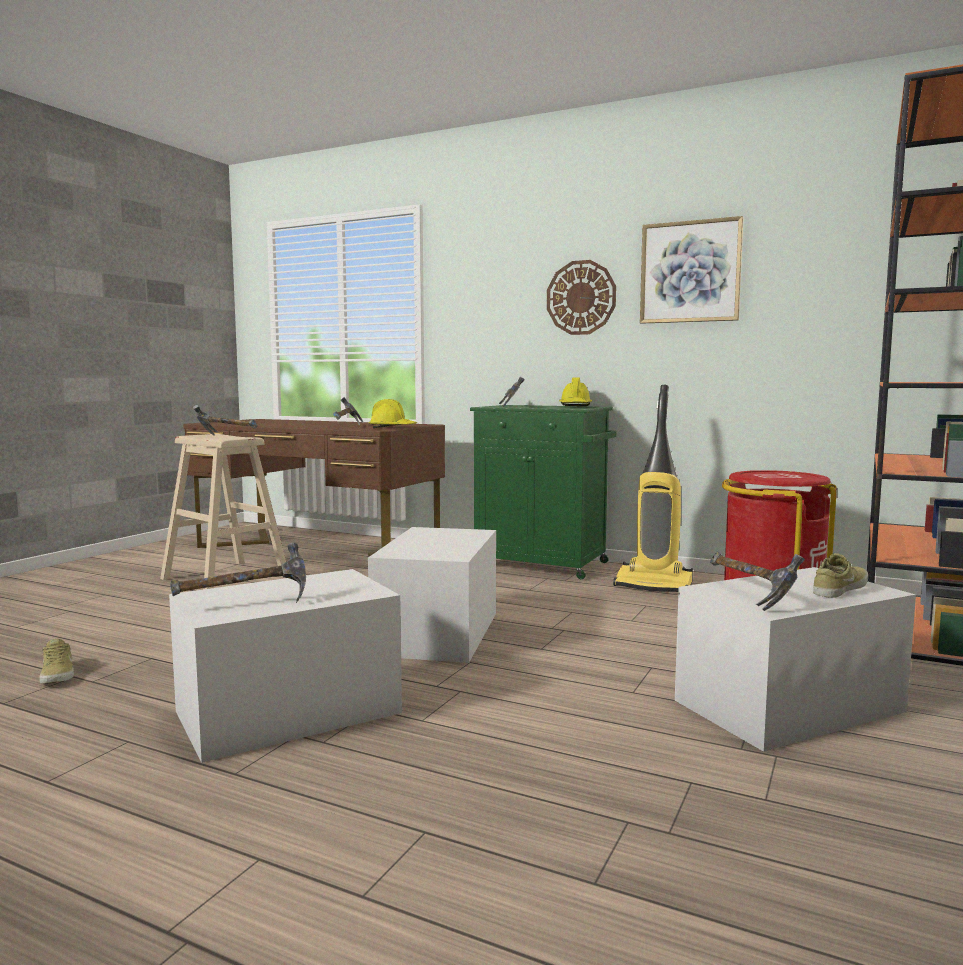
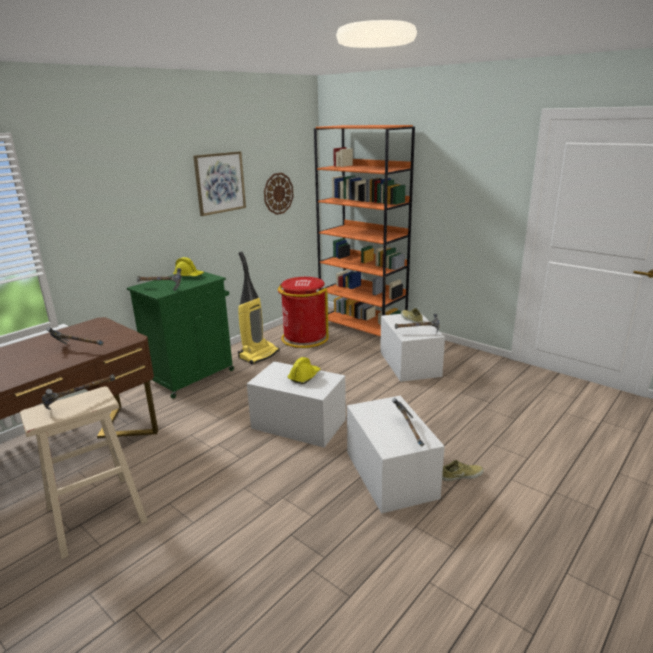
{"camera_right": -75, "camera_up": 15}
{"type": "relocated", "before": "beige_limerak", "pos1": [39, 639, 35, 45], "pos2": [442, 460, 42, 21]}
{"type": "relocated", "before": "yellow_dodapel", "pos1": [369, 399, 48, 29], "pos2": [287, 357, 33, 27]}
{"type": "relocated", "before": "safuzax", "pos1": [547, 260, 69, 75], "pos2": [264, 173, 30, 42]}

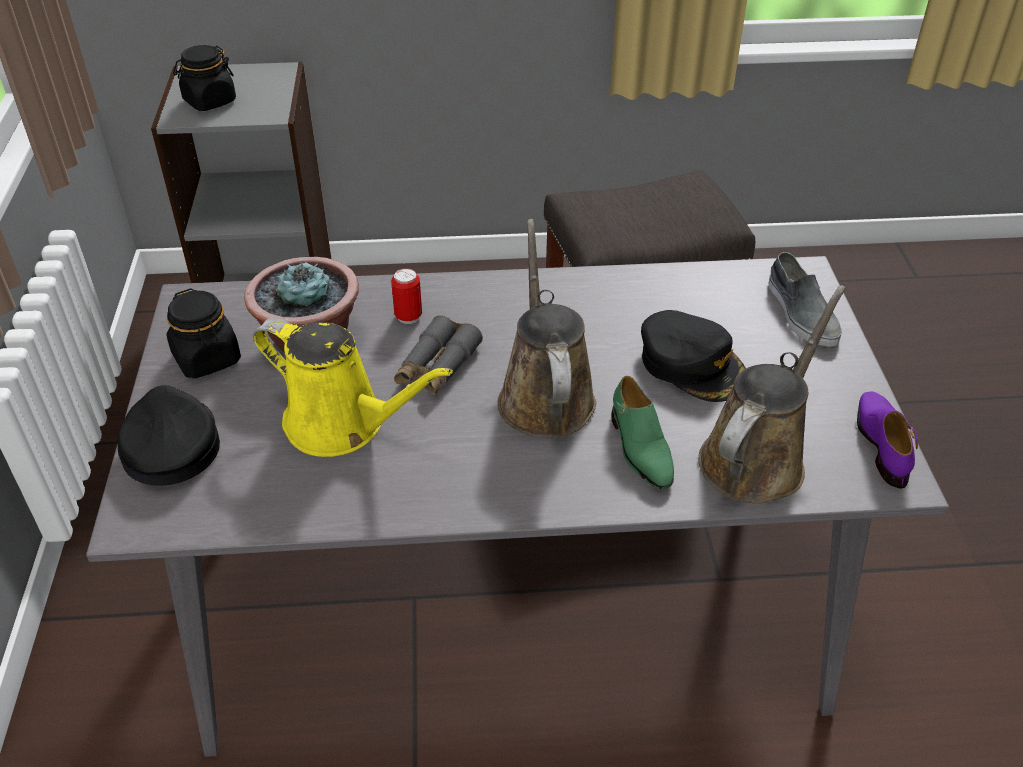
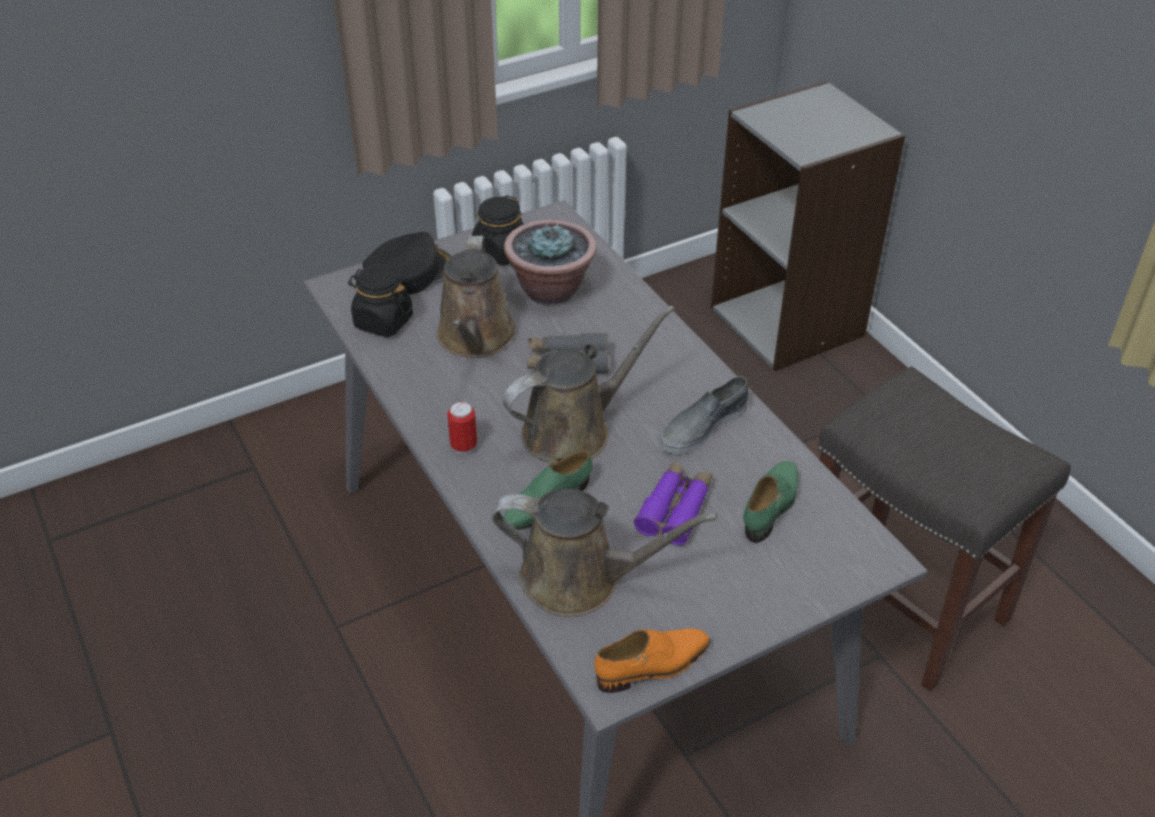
{"camera_right": 65, "camera_up": 0}
{"type": "appeared", "after": "green_limerak", "pos2": [743, 461, 55, 82]}
{"type": "relocated", "before": "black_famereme", "pos1": [173, 45, 63, 66], "pos2": [348, 264, 65, 73]}
{"type": "relocated", "before": "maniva", "pos1": [391, 268, 31, 56], "pos2": [447, 401, 30, 53]}
{"type": "relocated", "before": "grey_limerak", "pos1": [768, 252, 74, 95], "pos2": [661, 376, 88, 78]}
{"type": "exchanged", "before": "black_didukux", "after": "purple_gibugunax", "pos1": [641, 310, 105, 92], "pos2": [634, 461, 79, 84]}
{"type": "colour", "before": "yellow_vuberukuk", "after": "brown_vuberukuk", "pos1": [253, 318, 200, 139], "pos2": [436, 236, 81, 122]}
{"type": "colour", "before": "purple_limerak", "after": "orange_limerak", "pos1": [857, 391, 61, 97], "pos2": [594, 629, 116, 64]}

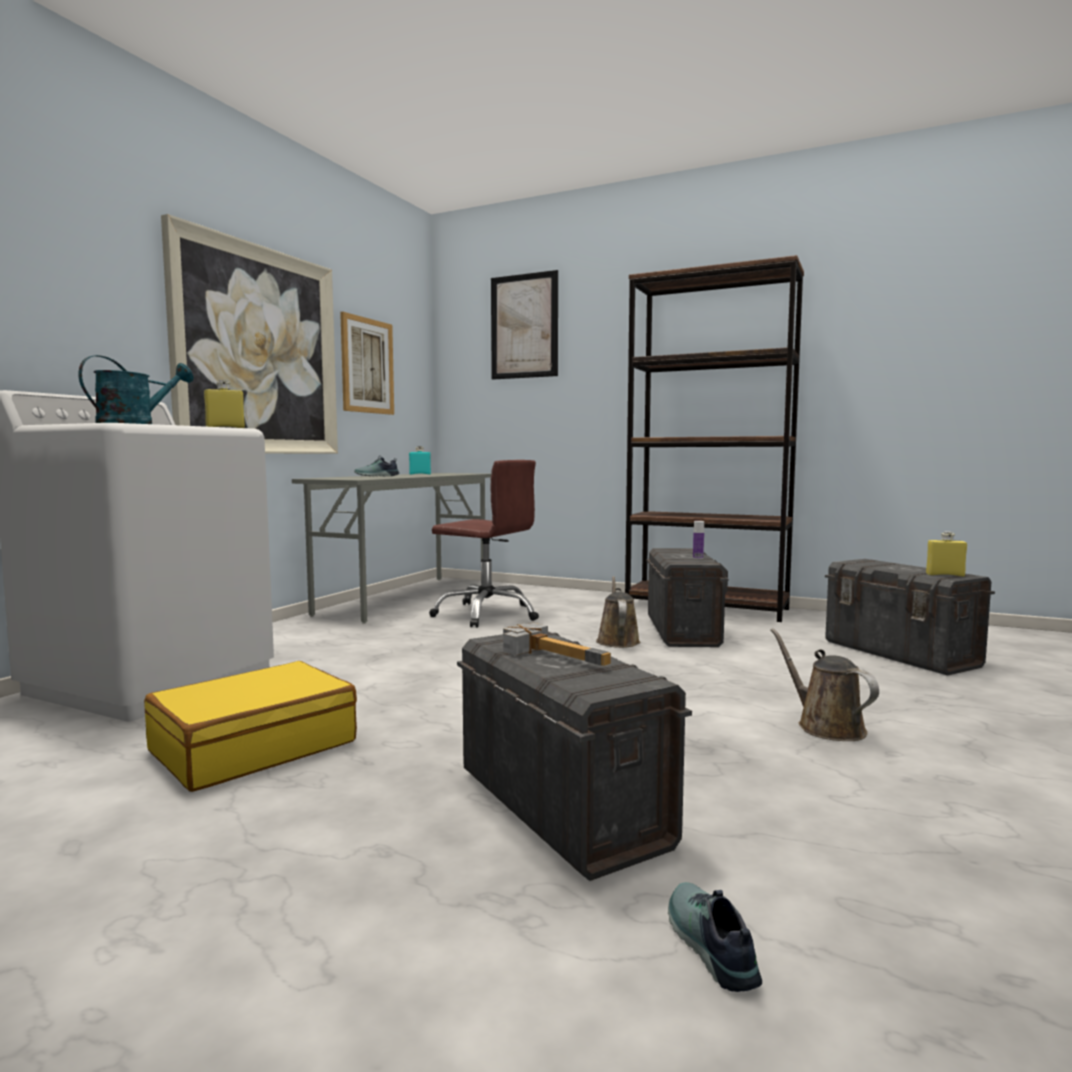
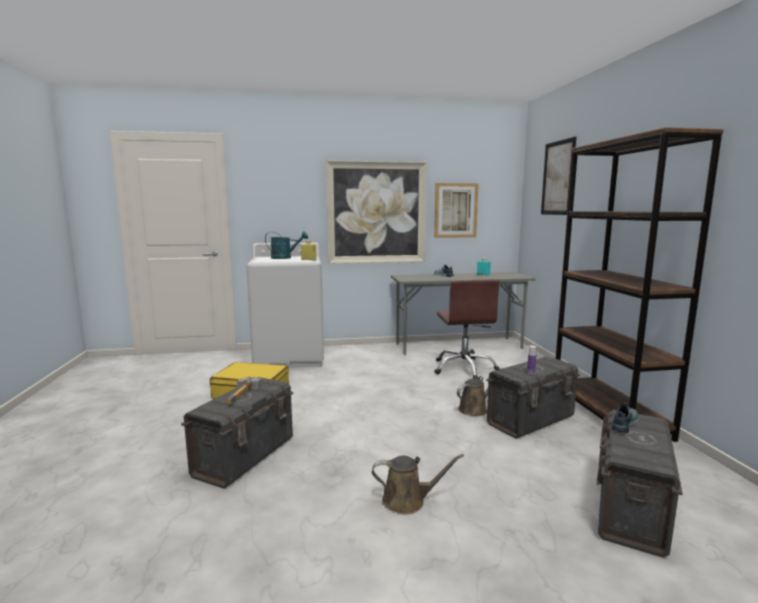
{"camera_right": 55, "camera_up": 5}
{"type": "missing", "before": "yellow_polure", "pos1": [926, 532, 41, 45]}
{"type": "relocated", "before": "limerak", "pos1": [668, 882, 94, 110], "pos2": [611, 403, 28, 30]}
{"type": "spun", "before": "brown_vuberukuk", "pos1": [770, 628, 109, 113], "pos2": [372, 454, 92, 61], "turn": 60}

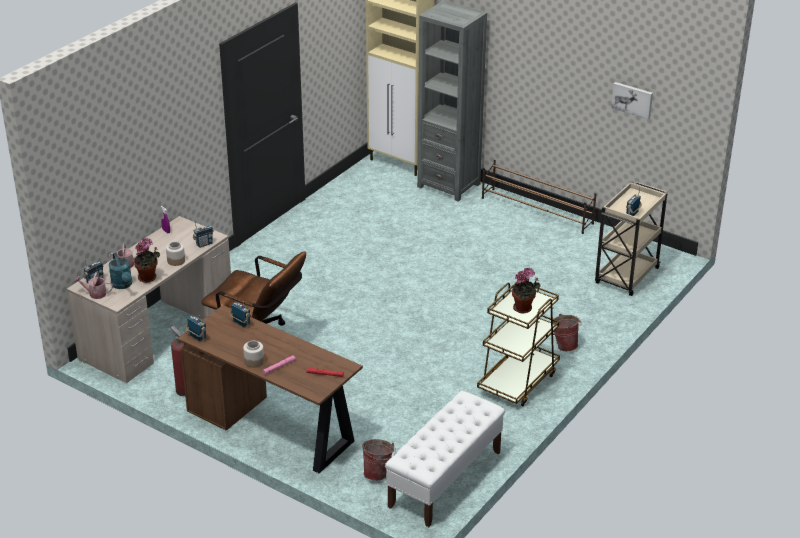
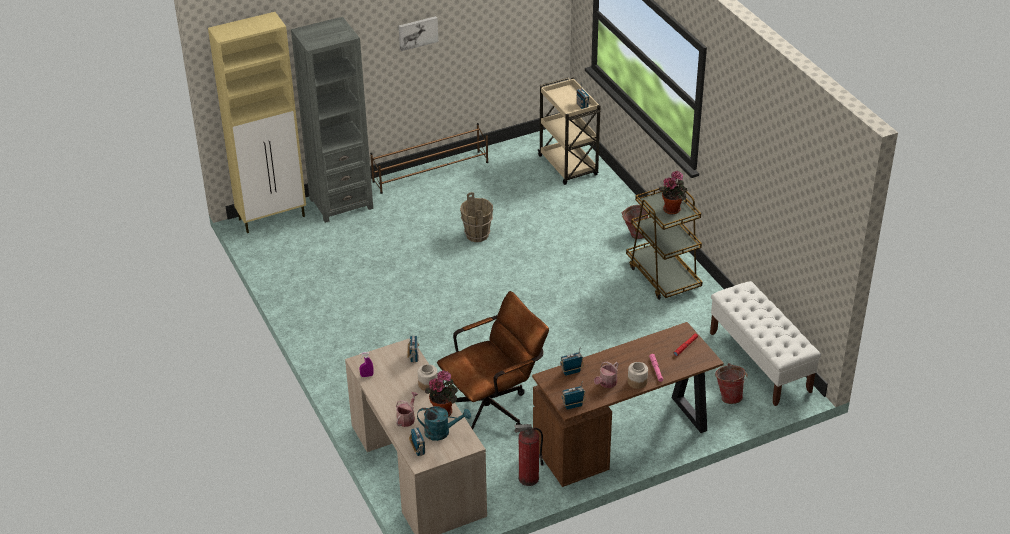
{"camera_right": -60, "camera_up": 5}
{"type": "appeared", "after": "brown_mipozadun", "pos2": [460, 192, 33, 50]}
{"type": "relocated", "before": "vuberukuk", "pos1": [74, 273, 39, 26], "pos2": [594, 362, 24, 26]}
{"type": "relocated", "before": "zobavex", "pos1": [611, 82, 42, 37], "pos2": [399, 16, 39, 35]}

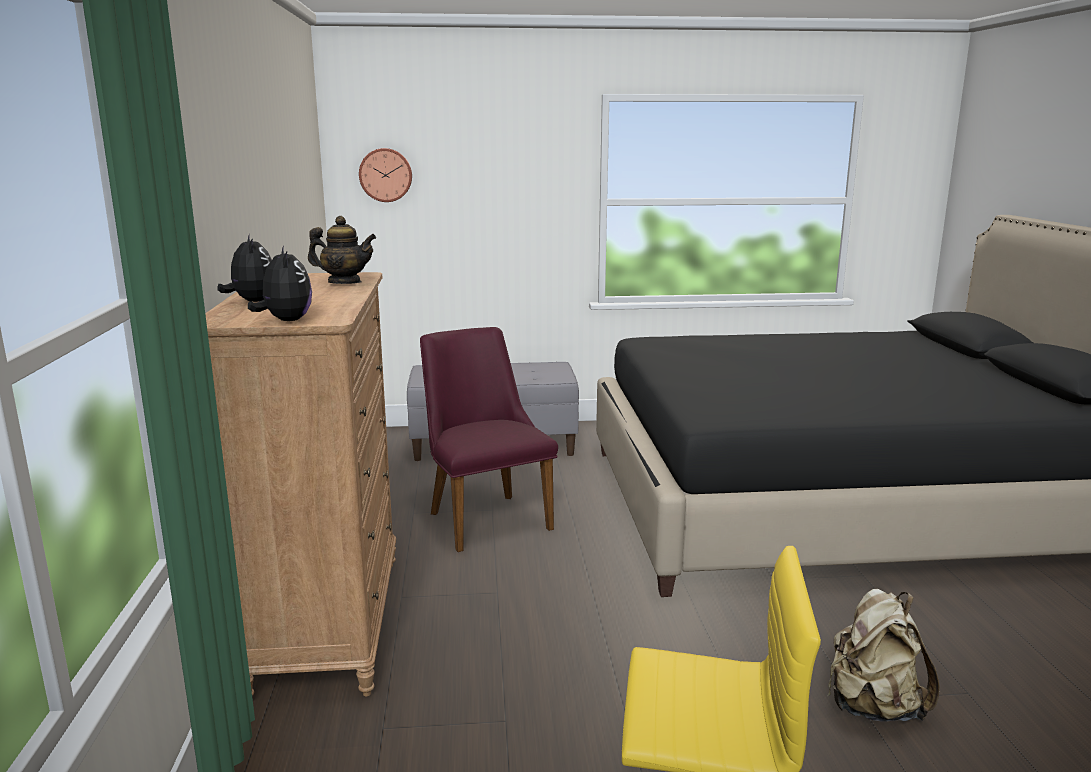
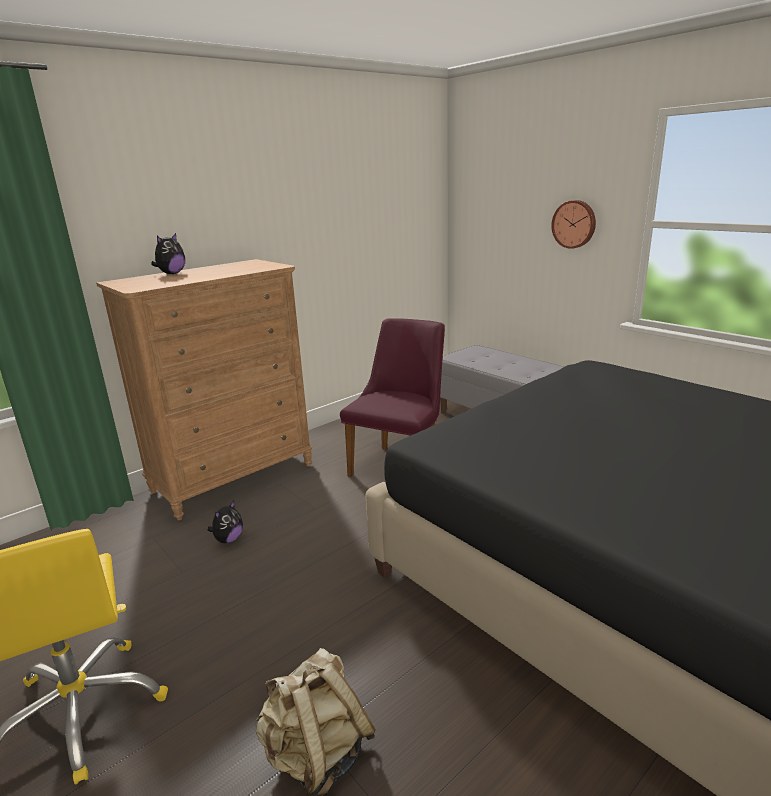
{"camera_right": 55, "camera_up": 5}
{"type": "missing", "before": "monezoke", "pos1": [308, 216, 68, 68]}
{"type": "relocated", "before": "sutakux", "pos1": [248, 246, 64, 75], "pos2": [208, 501, 35, 42]}
{"type": "relocated", "before": "safuzax", "pos1": [359, 148, 53, 54], "pos2": [551, 200, 45, 49]}

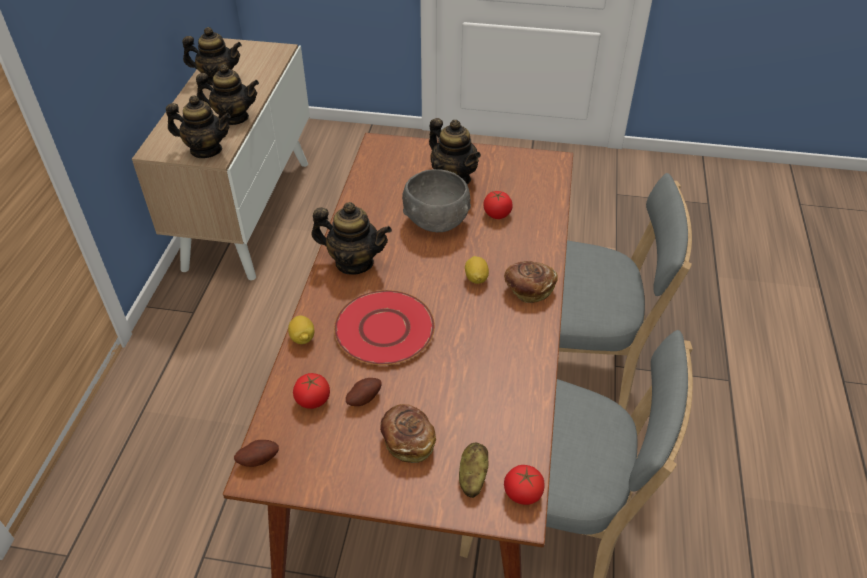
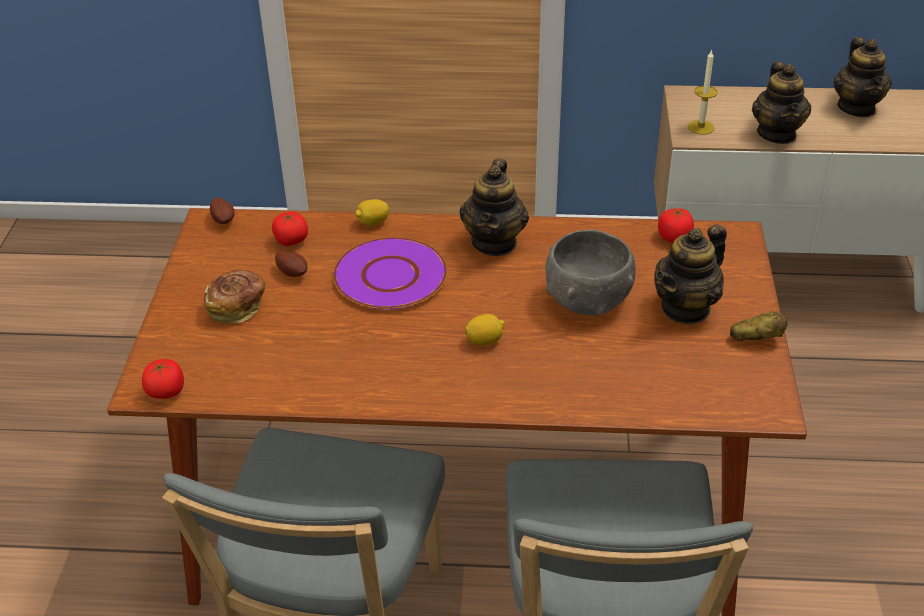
{"camera_right": 85, "camera_up": -5}
{"type": "missing", "before": "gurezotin", "pos1": [504, 261, 54, 42]}
{"type": "relocated", "before": "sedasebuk", "pos1": [459, 443, 30, 55], "pos2": [730, 312, 58, 29]}
{"type": "relocated", "before": "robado", "pos1": [483, 191, 30, 28], "pos2": [658, 208, 36, 35]}
{"type": "exchanged", "before": "monezoke", "after": "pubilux", "pos1": [166, 95, 65, 63], "pos2": [688, 49, 30, 86]}
{"type": "colour", "before": "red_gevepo", "after": "purple_gevepo", "pos1": [334, 290, 101, 75], "pos2": [333, 237, 114, 73]}

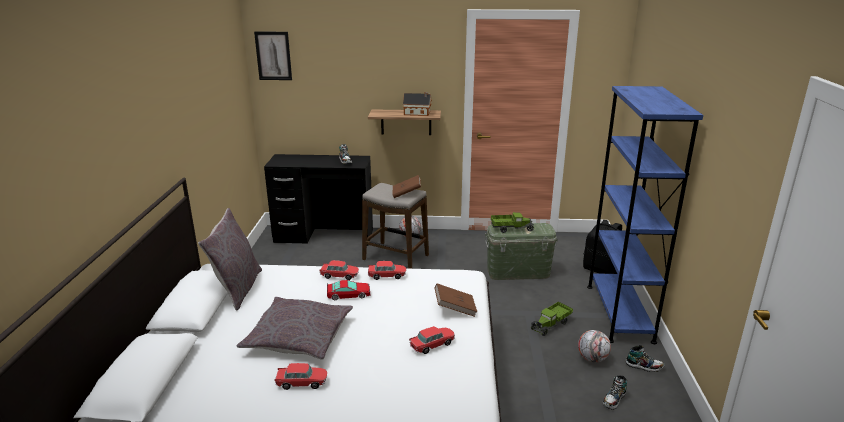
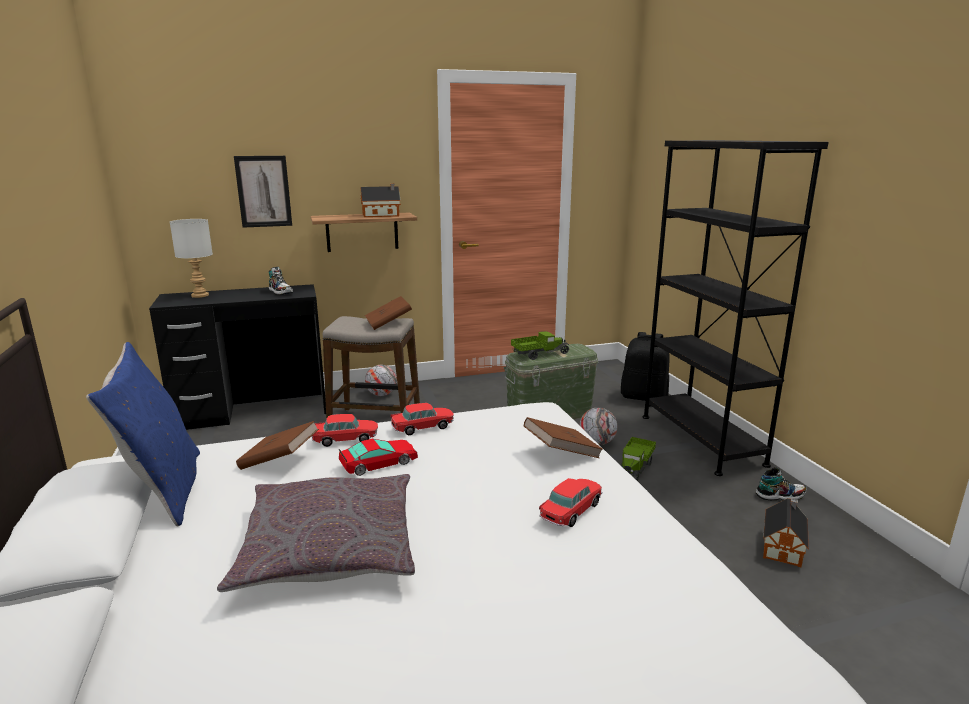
{"camera_right": -20, "camera_up": -5}
{"type": "missing", "before": "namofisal", "pos1": [275, 363, 52, 27]}
{"type": "appeared", "after": "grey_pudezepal", "pos2": [170, 219, 43, 79]}
{"type": "appeared", "after": "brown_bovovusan", "pos2": [236, 421, 83, 49]}
{"type": "relocated", "before": "zobavex", "pos1": [254, 31, 38, 49], "pos2": [234, 156, 58, 72]}
{"type": "relocated", "before": "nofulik", "pos1": [578, 330, 33, 32], "pos2": [579, 408, 38, 37]}
{"type": "exchanged", "before": "limerak", "after": "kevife", "pos1": [603, 375, 24, 35], "pos2": [763, 498, 46, 69]}
{"type": "colour", "before": "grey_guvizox", "after": "blue_guvizox", "pos1": [198, 208, 64, 103], "pos2": [86, 342, 114, 184]}
{"type": "colour", "before": "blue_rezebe", "after": "black_rezebe", "pos1": [587, 86, 116, 258], "pos2": [642, 140, 186, 336]}

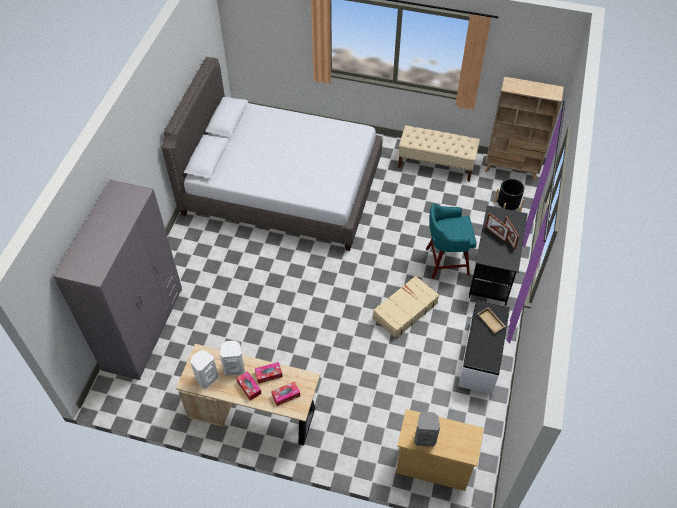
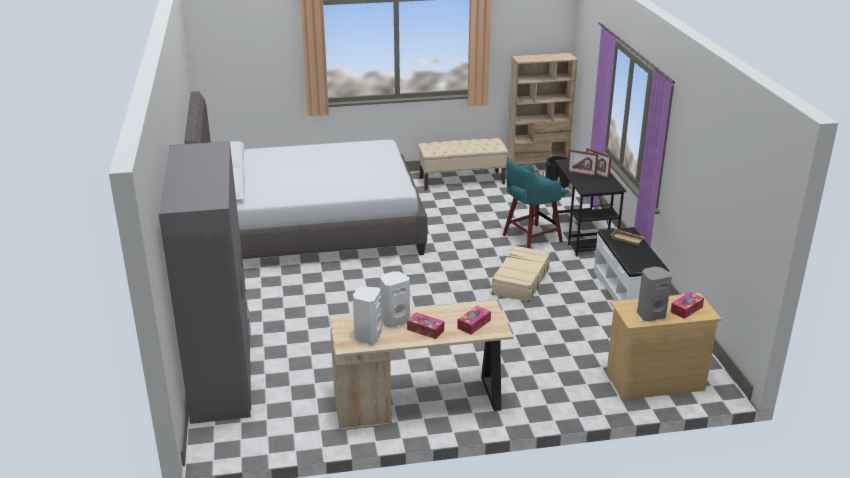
{"camera_right": -25, "camera_up": -25}
{"type": "relocated", "before": "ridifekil", "pos1": [255, 362, 28, 22], "pos2": [670, 292, 34, 27]}

